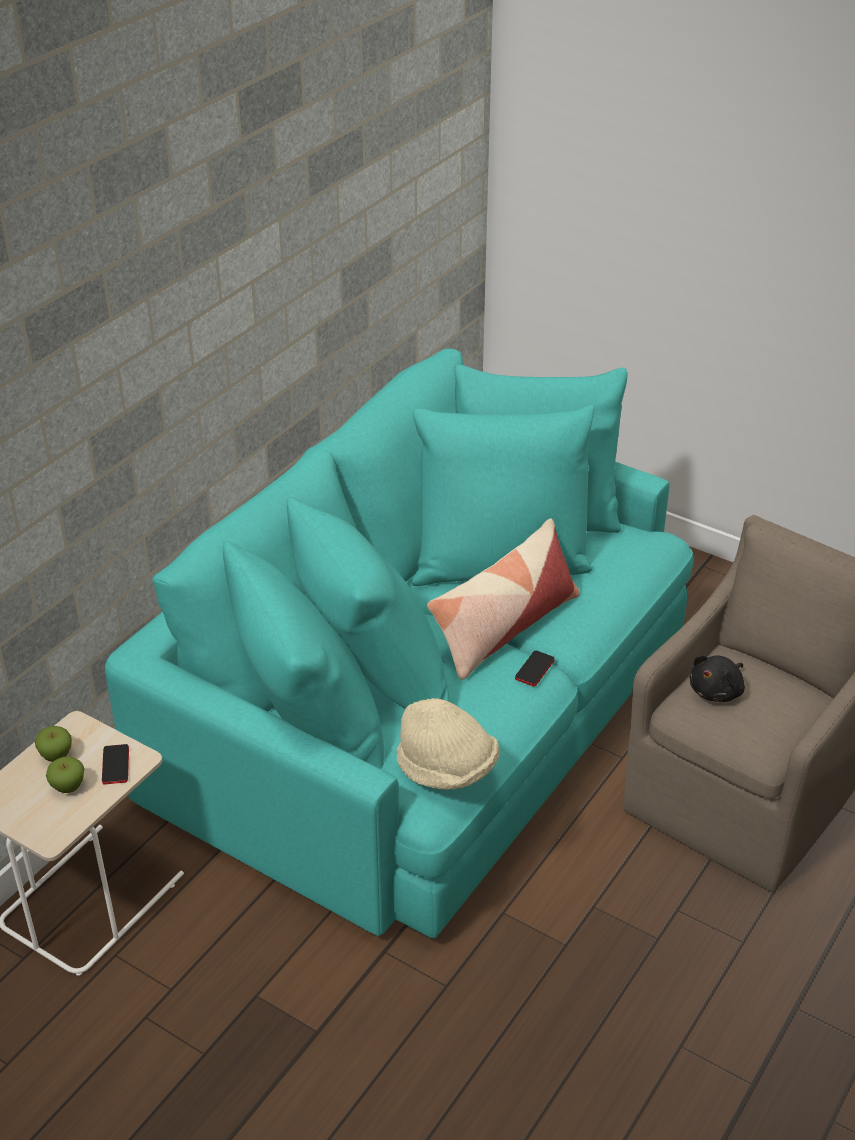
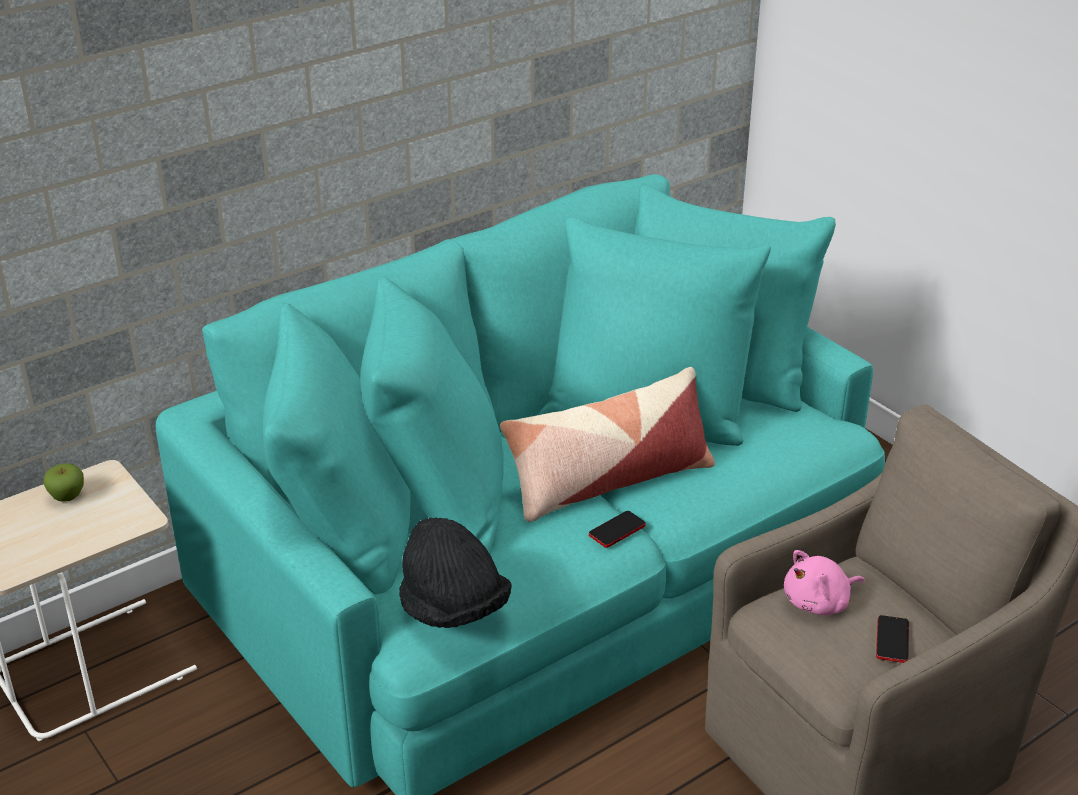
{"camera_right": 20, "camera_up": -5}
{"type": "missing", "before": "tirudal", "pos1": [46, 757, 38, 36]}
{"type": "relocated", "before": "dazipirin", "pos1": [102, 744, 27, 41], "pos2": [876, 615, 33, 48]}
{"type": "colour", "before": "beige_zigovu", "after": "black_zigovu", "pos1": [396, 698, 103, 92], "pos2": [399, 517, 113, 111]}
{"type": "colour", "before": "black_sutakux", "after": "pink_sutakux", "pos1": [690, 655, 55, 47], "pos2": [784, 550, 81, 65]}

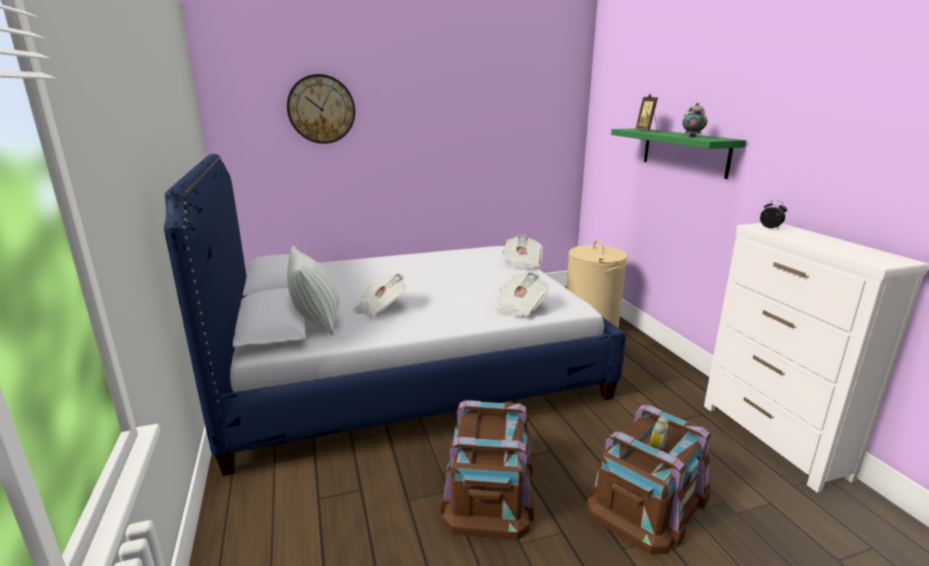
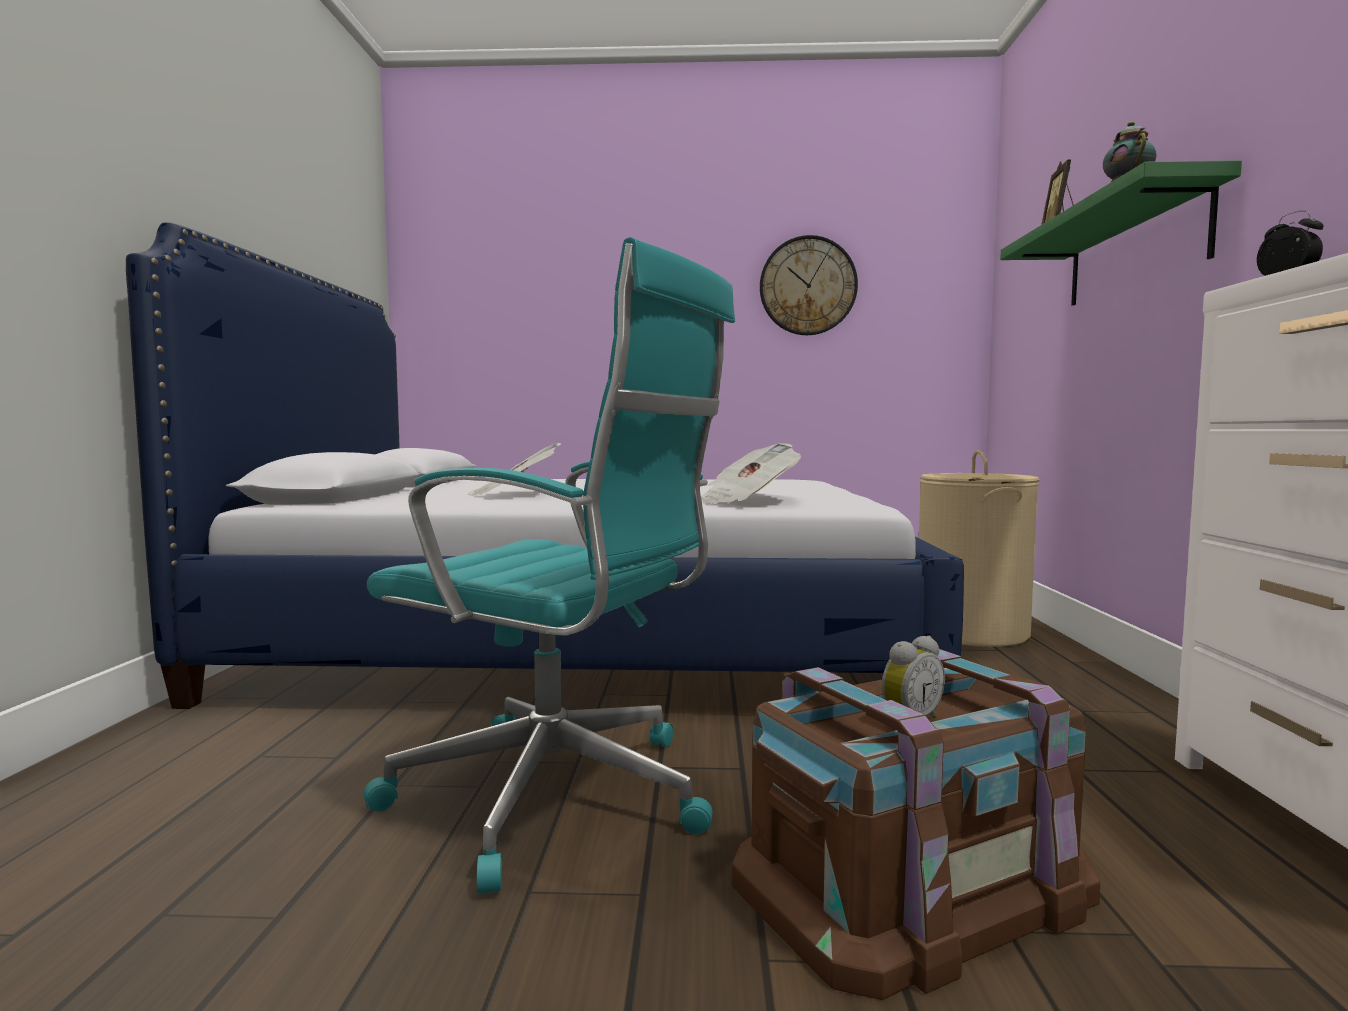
{"camera_right": 20, "camera_up": -15}
{"type": "missing", "before": "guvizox", "pos1": [287, 246, 52, 89]}
{"type": "missing", "before": "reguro", "pos1": [503, 235, 40, 36]}
{"type": "relocated", "before": "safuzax", "pos1": [287, 74, 68, 70], "pos2": [760, 235, 98, 100]}
{"type": "exchanged", "before": "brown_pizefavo", "after": "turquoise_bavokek", "pos1": [441, 400, 93, 140], "pos2": [364, 237, 371, 656]}

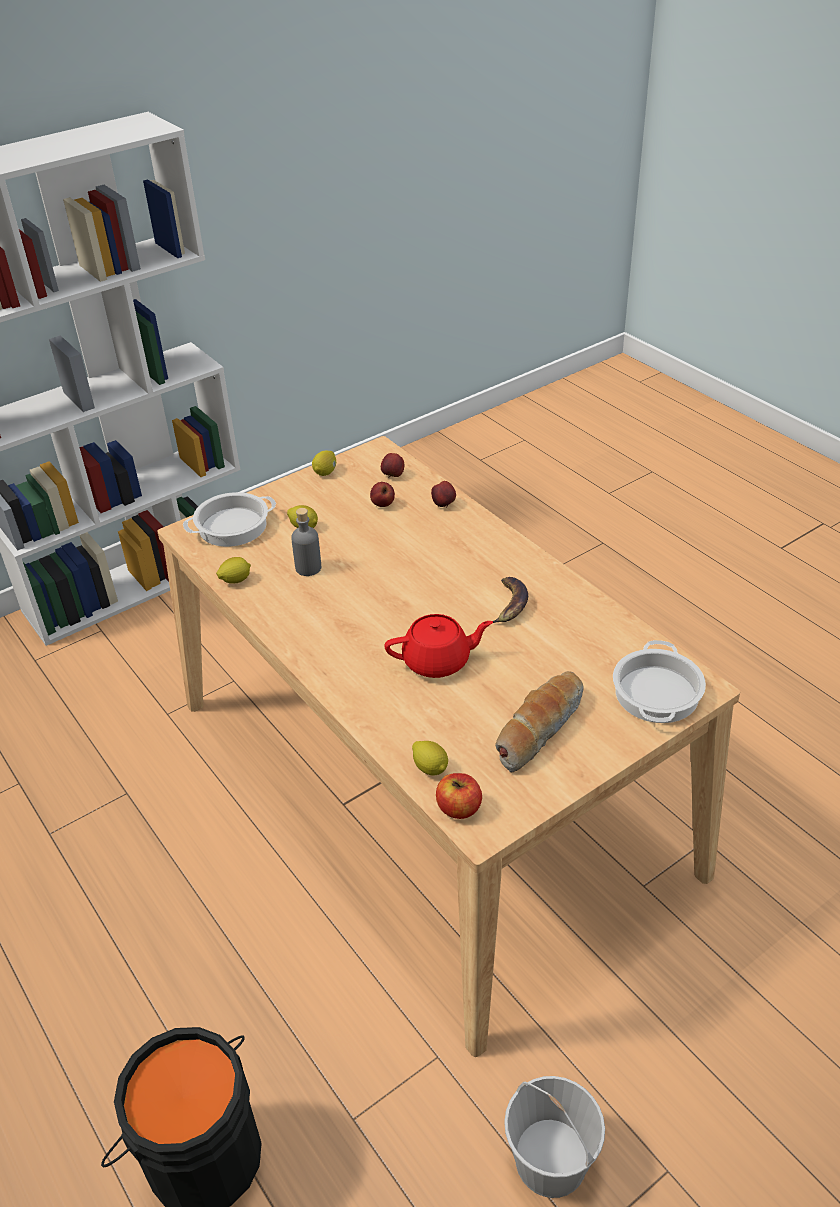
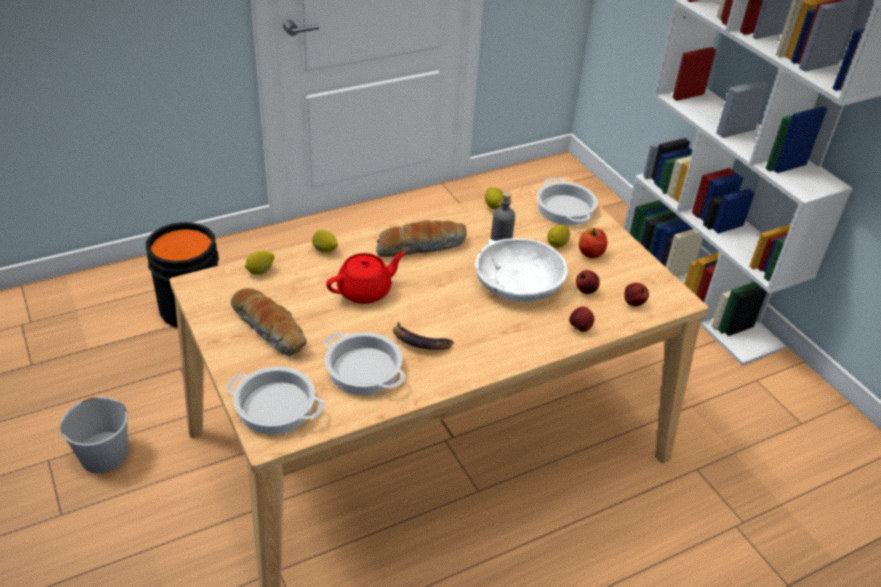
{"camera_right": 95, "camera_up": 0}
{"type": "appeared", "after": "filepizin", "pos2": [324, 332, 82, 63]}
{"type": "appeared", "after": "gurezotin", "pos2": [376, 220, 91, 37]}
{"type": "appeared", "after": "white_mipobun", "pos2": [475, 238, 93, 64]}
{"type": "relocated", "before": "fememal", "pos1": [312, 451, 24, 25], "pos2": [312, 230, 26, 23]}
{"type": "relocated", "before": "tirudal", "pos1": [436, 773, 46, 46], "pos2": [579, 228, 28, 30]}
{"type": "spun", "before": "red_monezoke", "pos1": [384, 614, 109, 64], "pos2": [326, 252, 80, 52], "turn": -120}

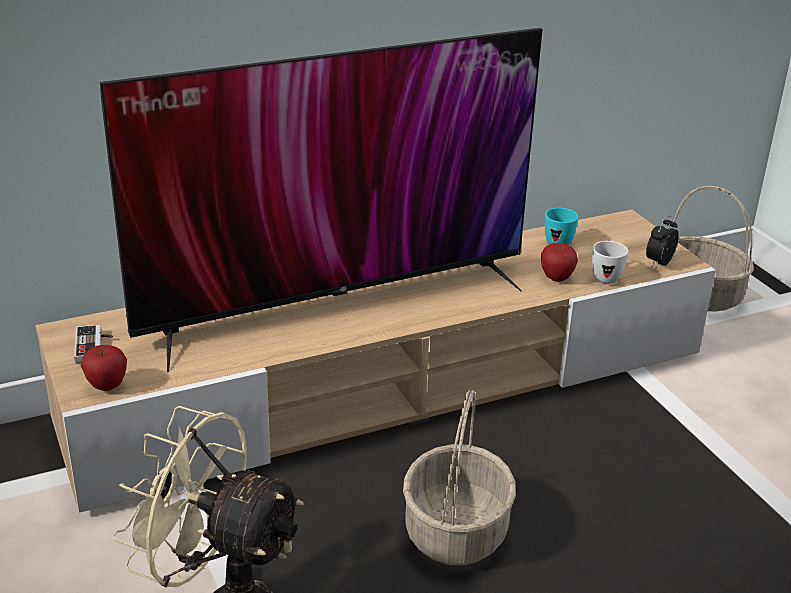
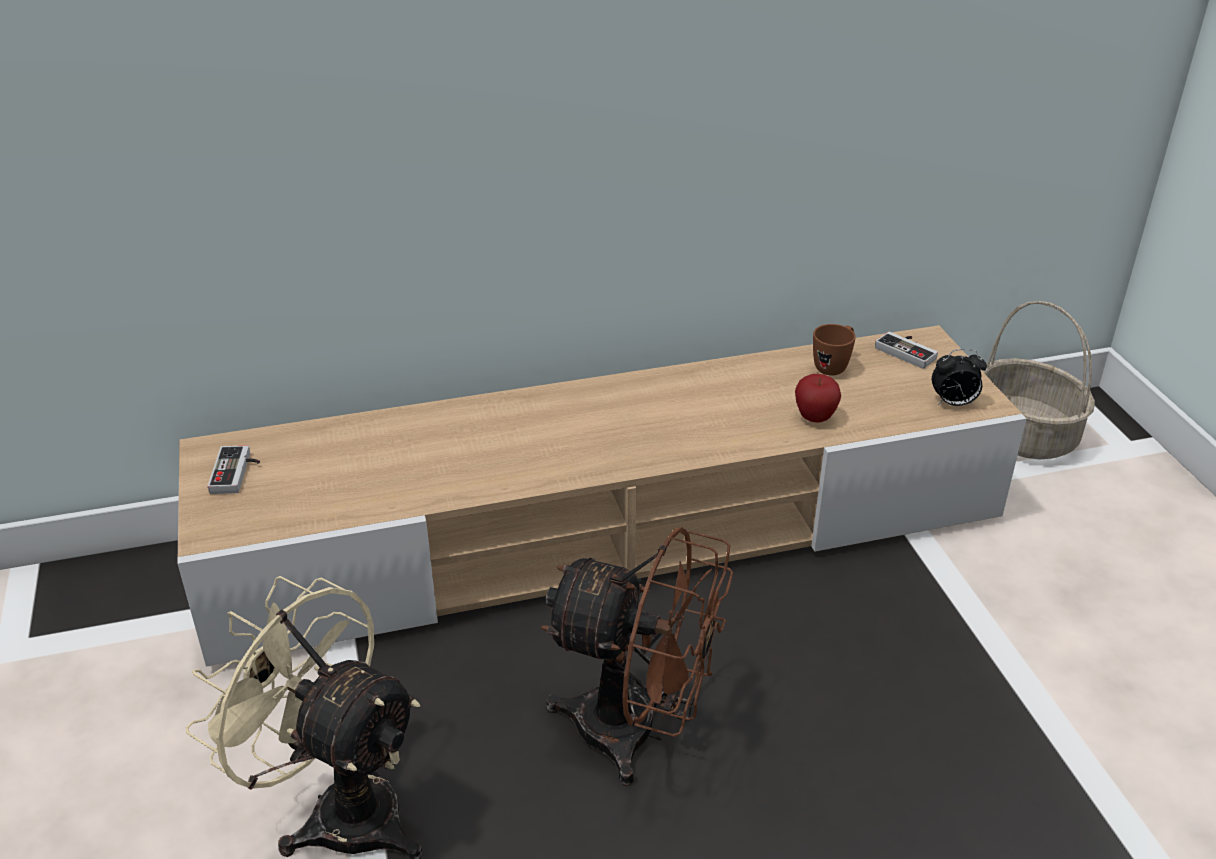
{"camera_right": 10, "camera_up": 5}
{"type": "missing", "before": "tirudal", "pos1": [81, 345, 46, 46]}
{"type": "missing", "before": "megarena", "pos1": [100, 28, 442, 344]}
{"type": "missing", "before": "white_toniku", "pos1": [592, 241, 36, 43]}
{"type": "appeared", "after": "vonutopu", "pos2": [875, 332, 63, 37]}
{"type": "exchanged", "before": "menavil", "after": "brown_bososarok", "pos1": [403, 390, 113, 175], "pos2": [541, 527, 192, 259]}
{"type": "colour", "before": "turquoise_toniku", "after": "brown_toniku", "pos1": [545, 208, 33, 37], "pos2": [813, 324, 43, 52]}
{"type": "spun", "before": "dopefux", "pos1": [646, 215, 33, 53], "pos2": [932, 349, 55, 57], "turn": -135}

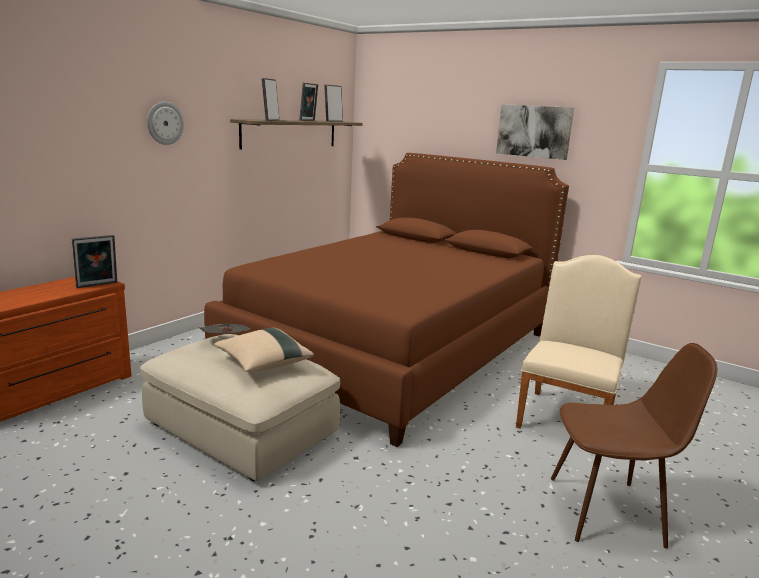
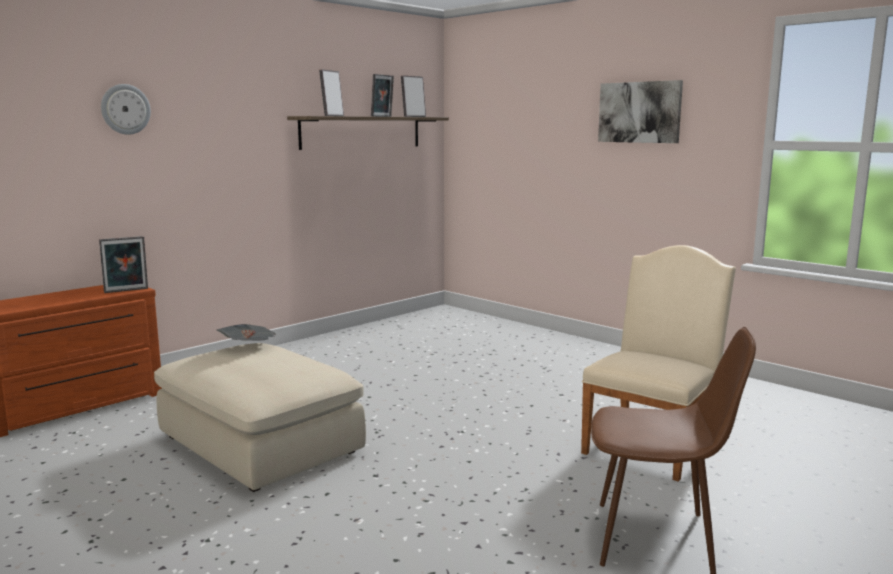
{"camera_right": 10, "camera_up": -5}
{"type": "missing", "before": "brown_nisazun", "pos1": [204, 153, 365, 294]}
{"type": "missing", "before": "beige_guvizox", "pos1": [214, 328, 100, 44]}
{"type": "relocated", "before": "safuzax", "pos1": [147, 102, 37, 43], "pos2": [101, 84, 50, 51]}

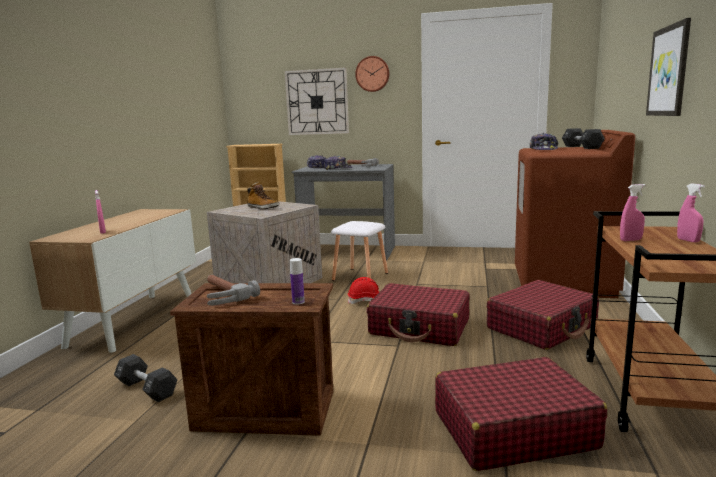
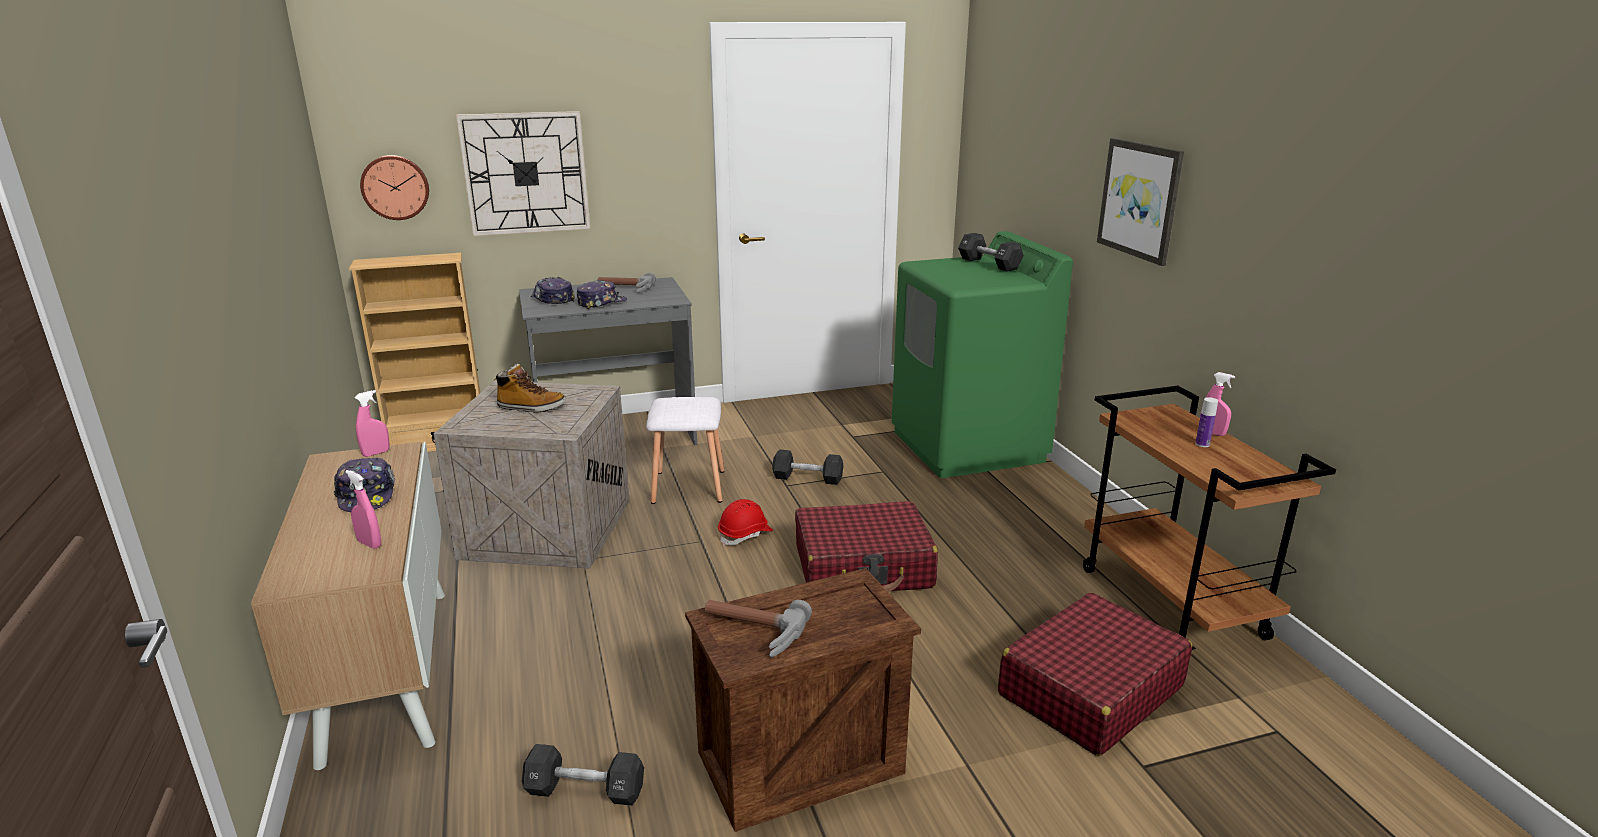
{"camera_right": -30, "camera_up": 10}
{"type": "missing", "before": "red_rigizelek", "pos1": [487, 280, 112, 70]}
{"type": "appeared", "after": "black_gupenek", "pos2": [772, 449, 71, 36]}
{"type": "relocated", "before": "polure", "pos1": [290, 258, 15, 47], "pos2": [1195, 397, 23, 50]}
{"type": "relocated", "before": "safuzax", "pos1": [355, 56, 35, 36], "pos2": [360, 155, 69, 65]}
{"type": "relocated", "before": "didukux", "pos1": [530, 133, 29, 17], "pos2": [334, 458, 61, 54]}
{"type": "relocated", "before": "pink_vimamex", "pos1": [620, 184, 25, 57], "pos2": [355, 390, 35, 67]}
{"type": "colour", "before": "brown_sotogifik", "after": "green_sotogifik", "pos1": [515, 130, 120, 168], "pos2": [892, 231, 181, 247]}

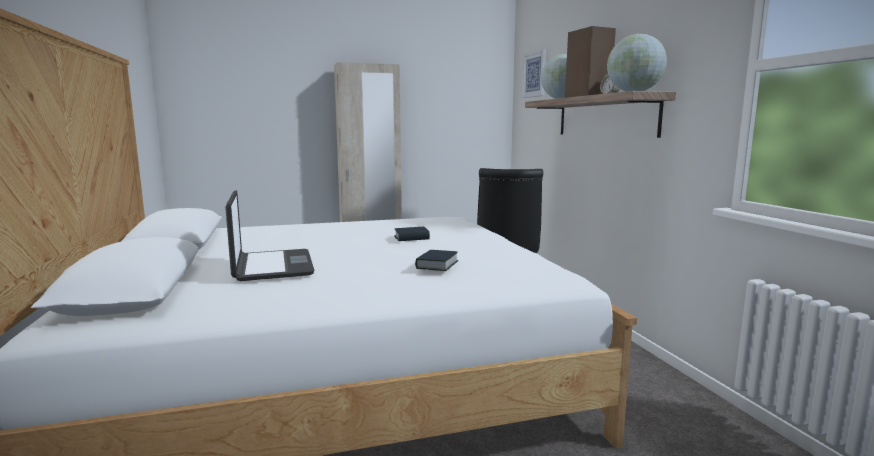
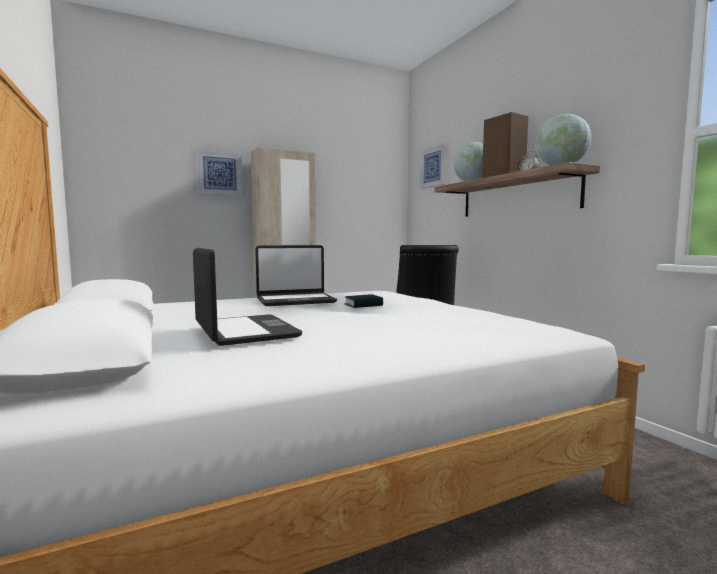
{"camera_right": -10, "camera_up": -5}
{"type": "missing", "before": "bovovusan", "pos1": [415, 250, 43, 21]}
{"type": "appeared", "after": "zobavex", "pos2": [196, 149, 46, 47]}
{"type": "appeared", "after": "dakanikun", "pos2": [255, 245, 82, 61]}

